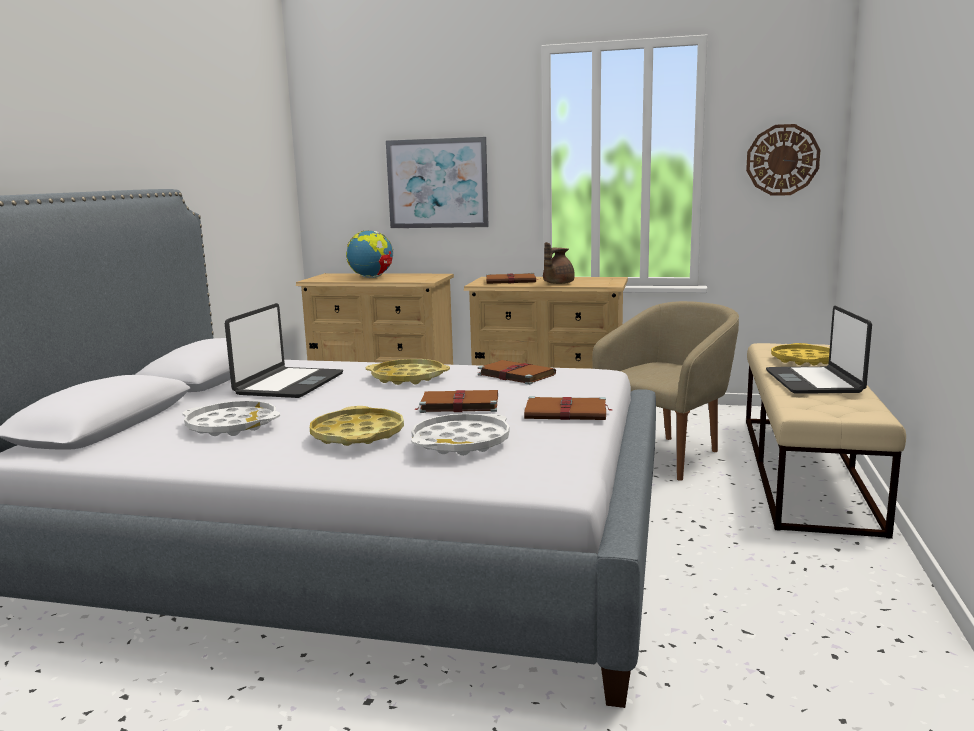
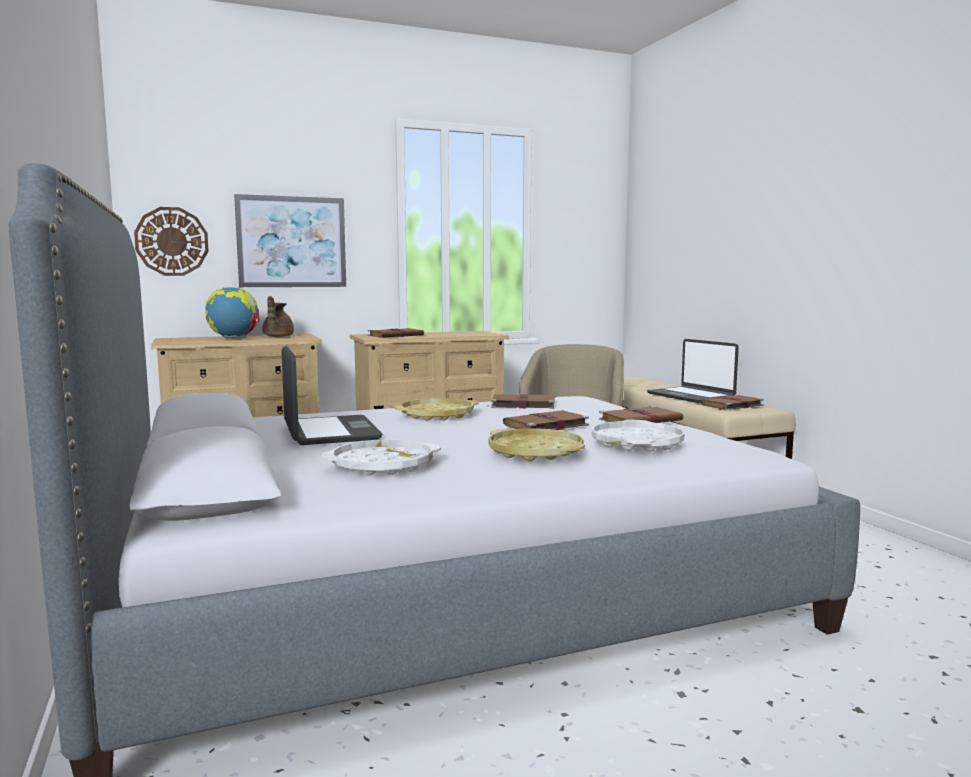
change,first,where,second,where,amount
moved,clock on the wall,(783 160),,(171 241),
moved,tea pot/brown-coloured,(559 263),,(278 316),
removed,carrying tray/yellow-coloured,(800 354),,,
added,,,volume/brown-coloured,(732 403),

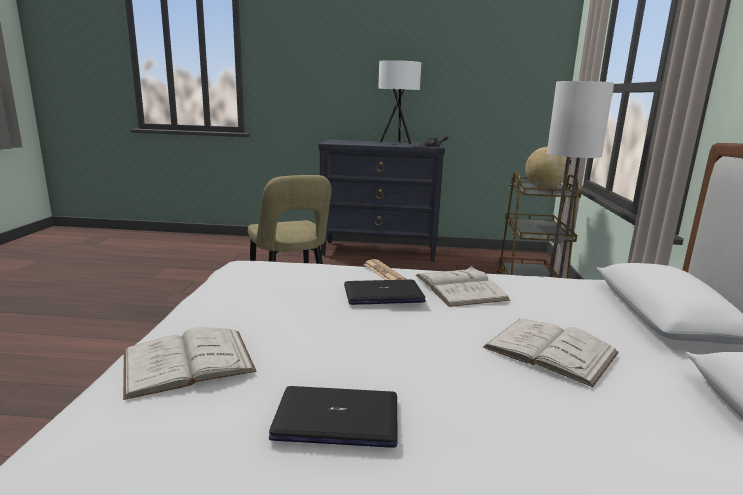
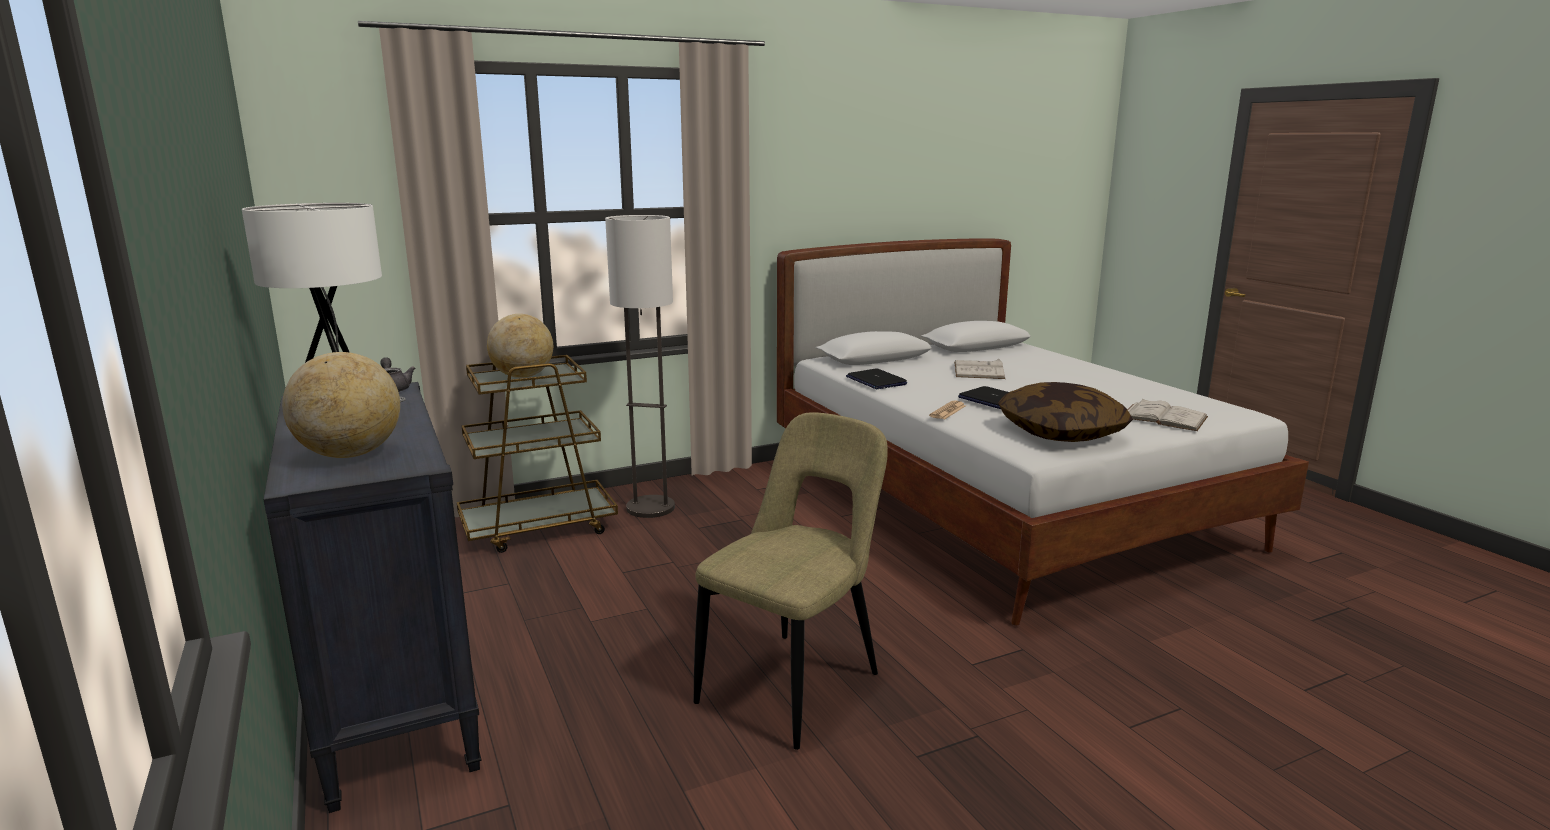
change,first,where,second,where,amount
removed,volume/white,(463 286),,,
moved,portable computer,(333 417),,(876 378),
added,,,globe,(341 405),
added,,,pillow,(1065 412),

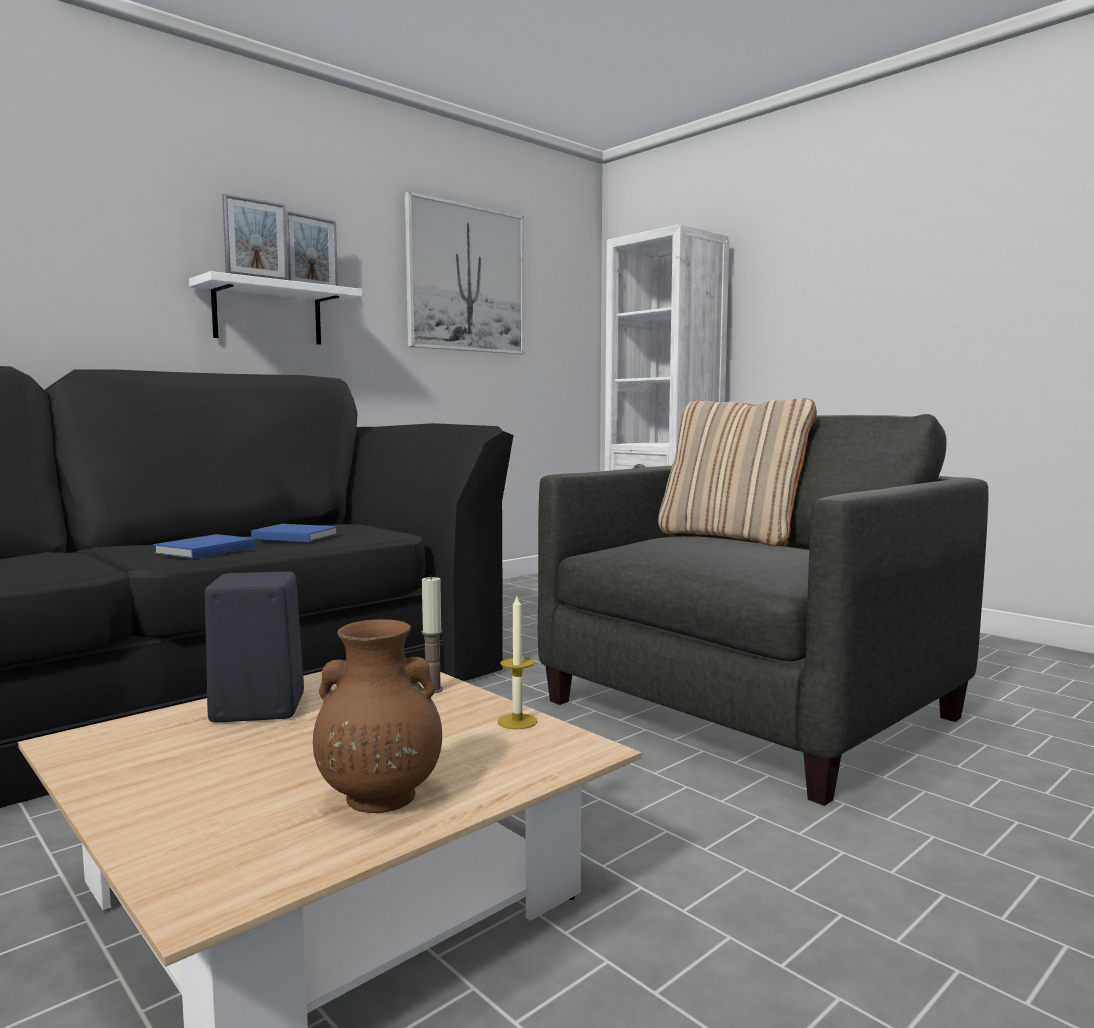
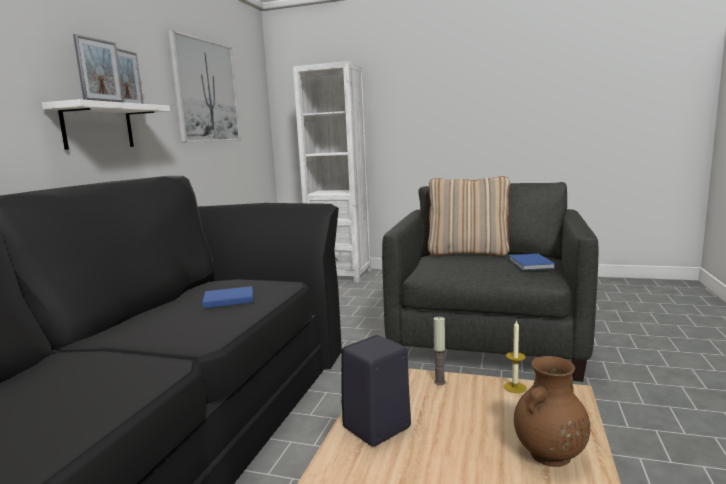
change,first,where,second,where,amount
moved,volume/blue-coloured,(204 546),,(532 262),

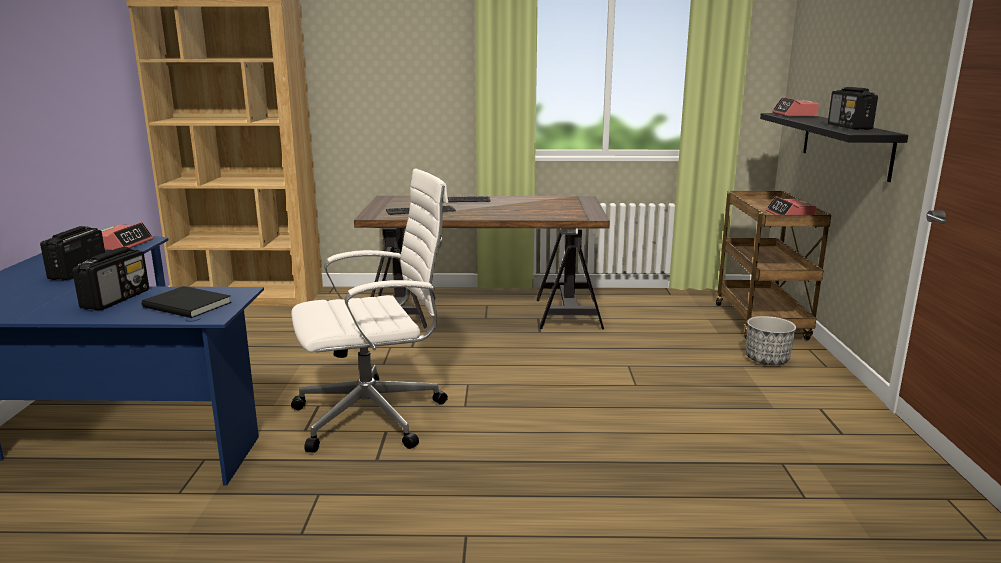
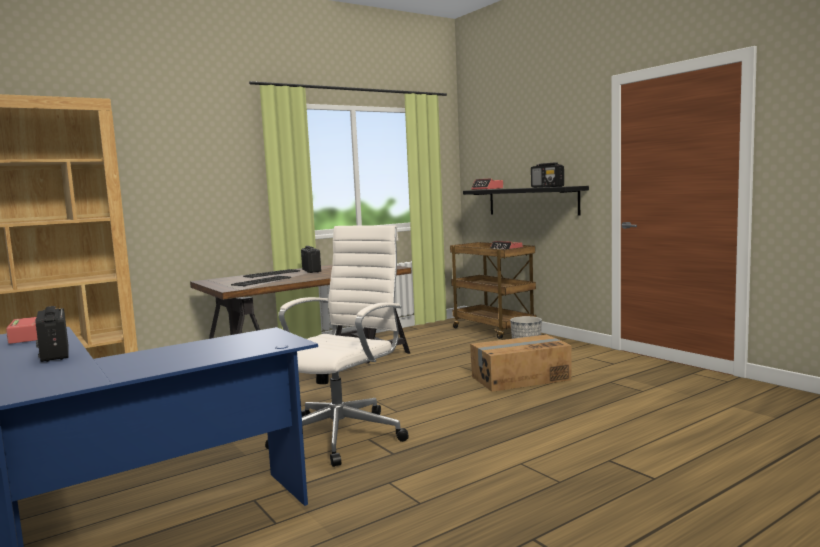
change,first,where,second,where,amount
moved,radio set,(110 279),,(311 259),
removed,volume/black-coloured,(187 302),,,
added,,,cardboard box,(521 363),

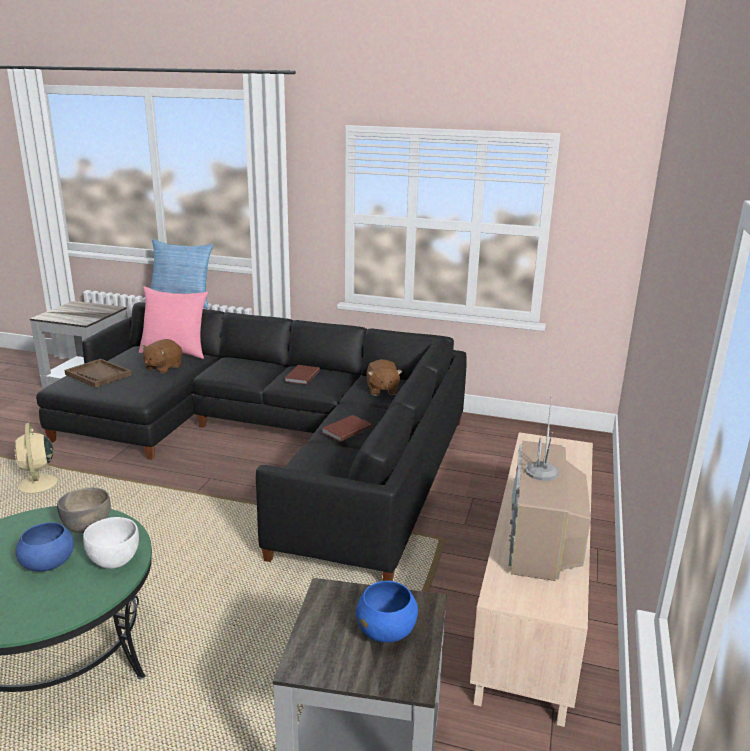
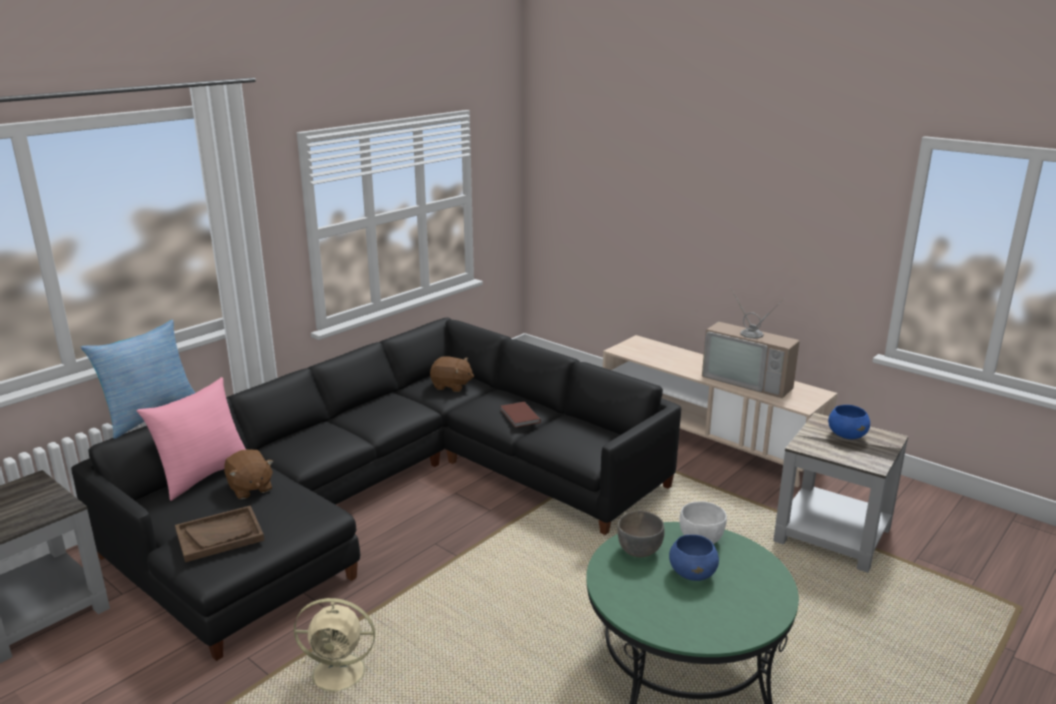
change,first,where,second,where,amount
removed,volume/brown-coloured,(302 375),,,

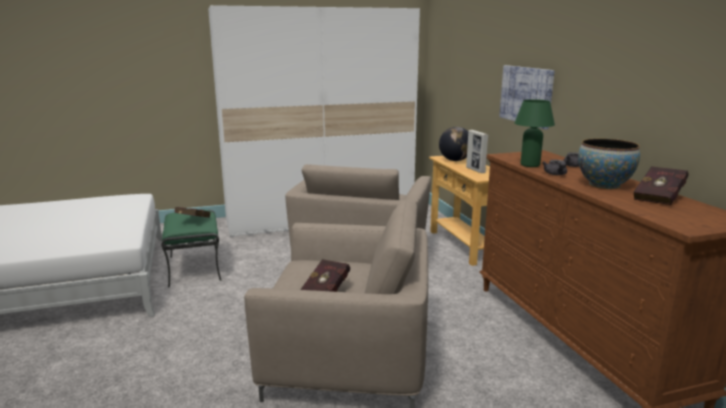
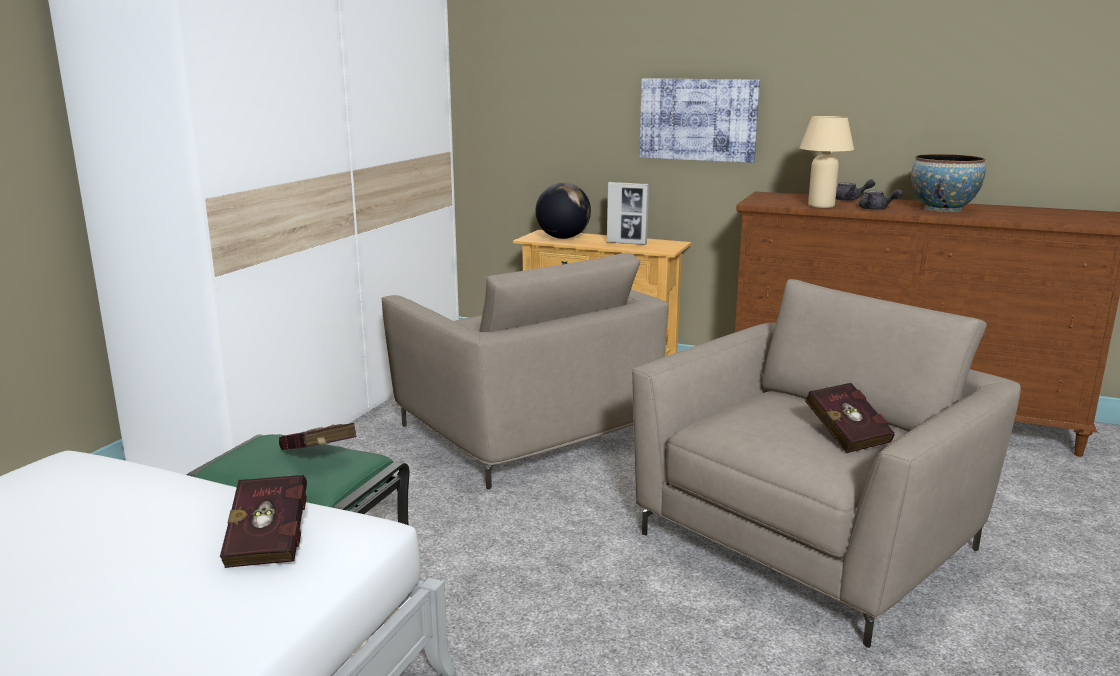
change,first,where,second,where,amount
recoloured,lamp for a table/green,(534 133),lamp for a table/beige,(827 162),
moved,volume/red-coloured,(661 185),,(263 521),

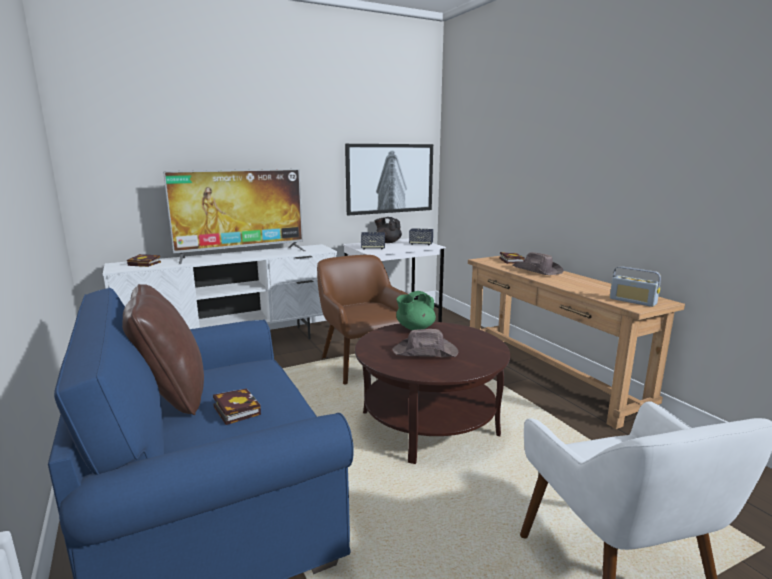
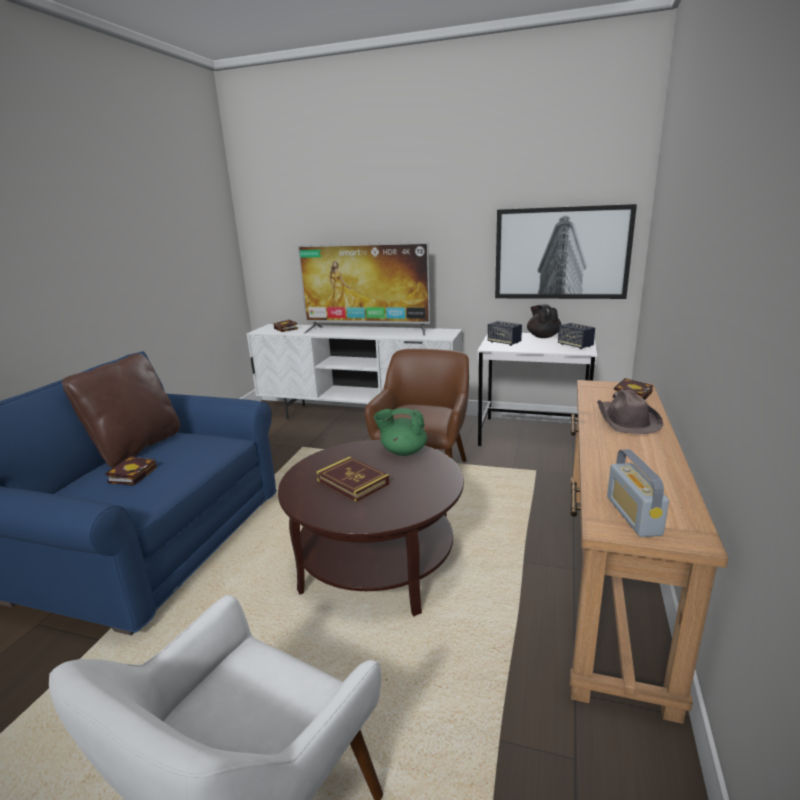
change,first,where,second,where,amount
replaced,clothing hat/brown-coloured,(425 343),volume,(353 479),

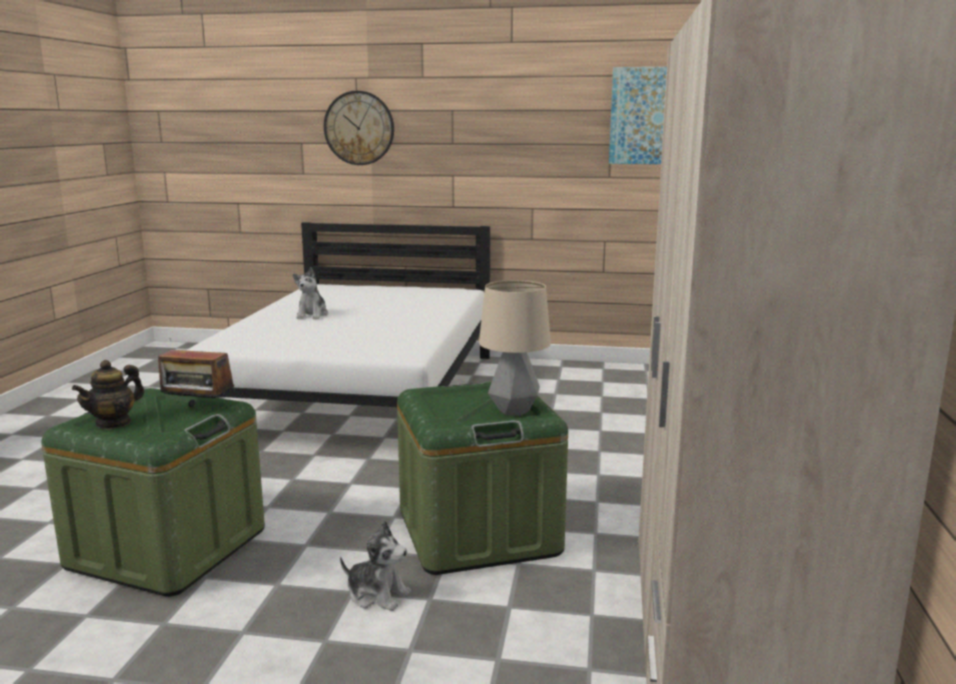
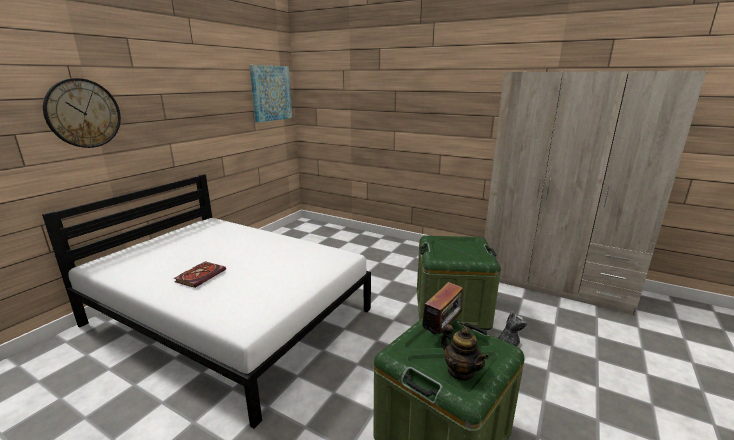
change,first,where,second,where,amount
replaced,soft toy,(310 293),volume,(200 274),
removed,lamp for a table,(515 348),,,

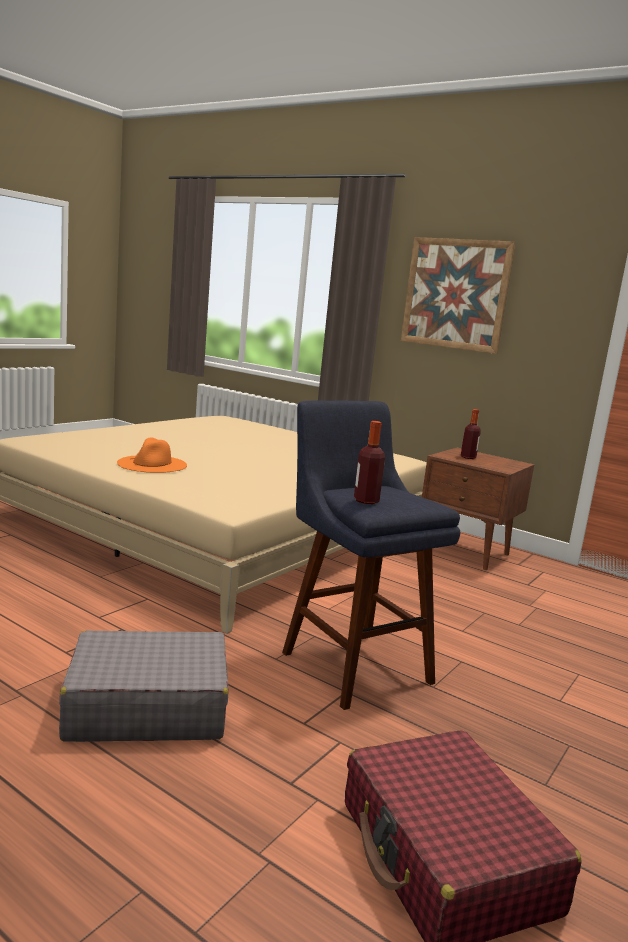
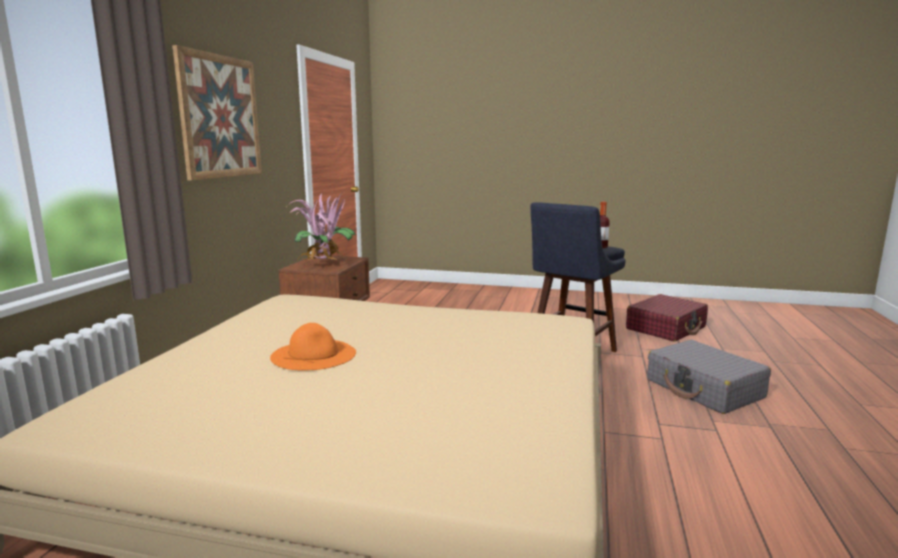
change,first,where,second,where,amount
replaced,bottle,(471 434),houseplant,(321 227),
moved,clothing hat/orange,(152 455),,(313 346),

